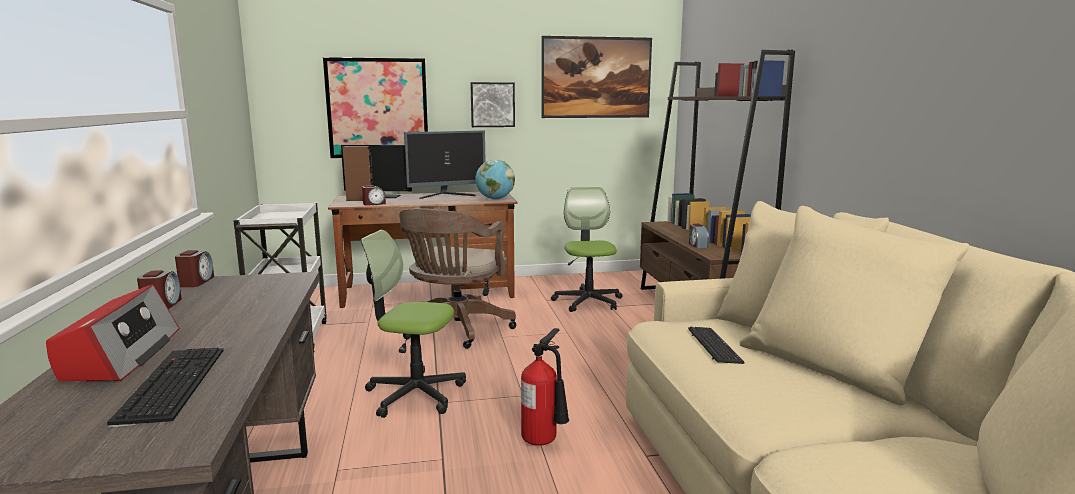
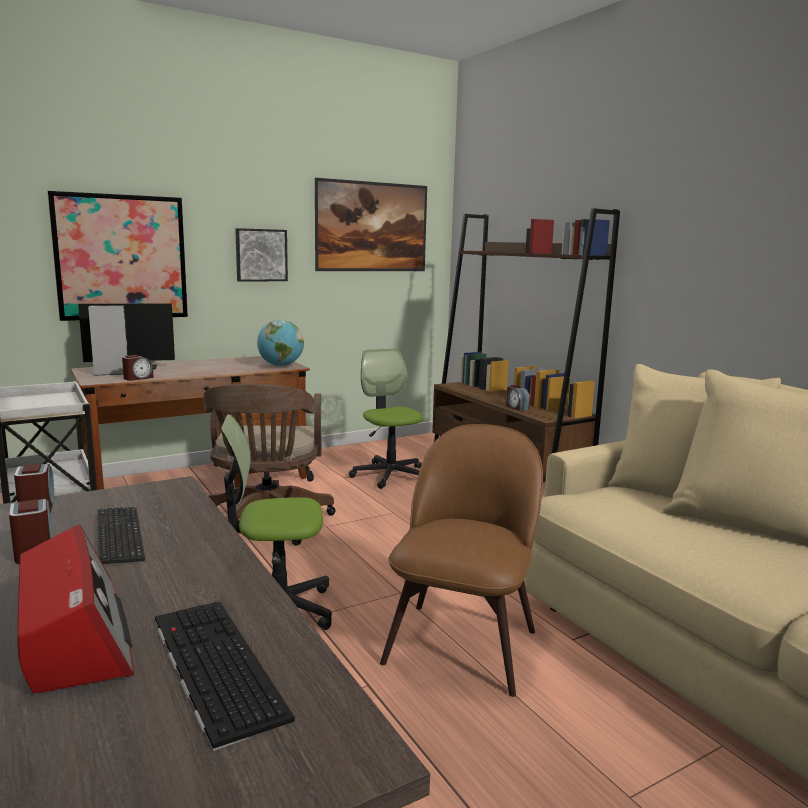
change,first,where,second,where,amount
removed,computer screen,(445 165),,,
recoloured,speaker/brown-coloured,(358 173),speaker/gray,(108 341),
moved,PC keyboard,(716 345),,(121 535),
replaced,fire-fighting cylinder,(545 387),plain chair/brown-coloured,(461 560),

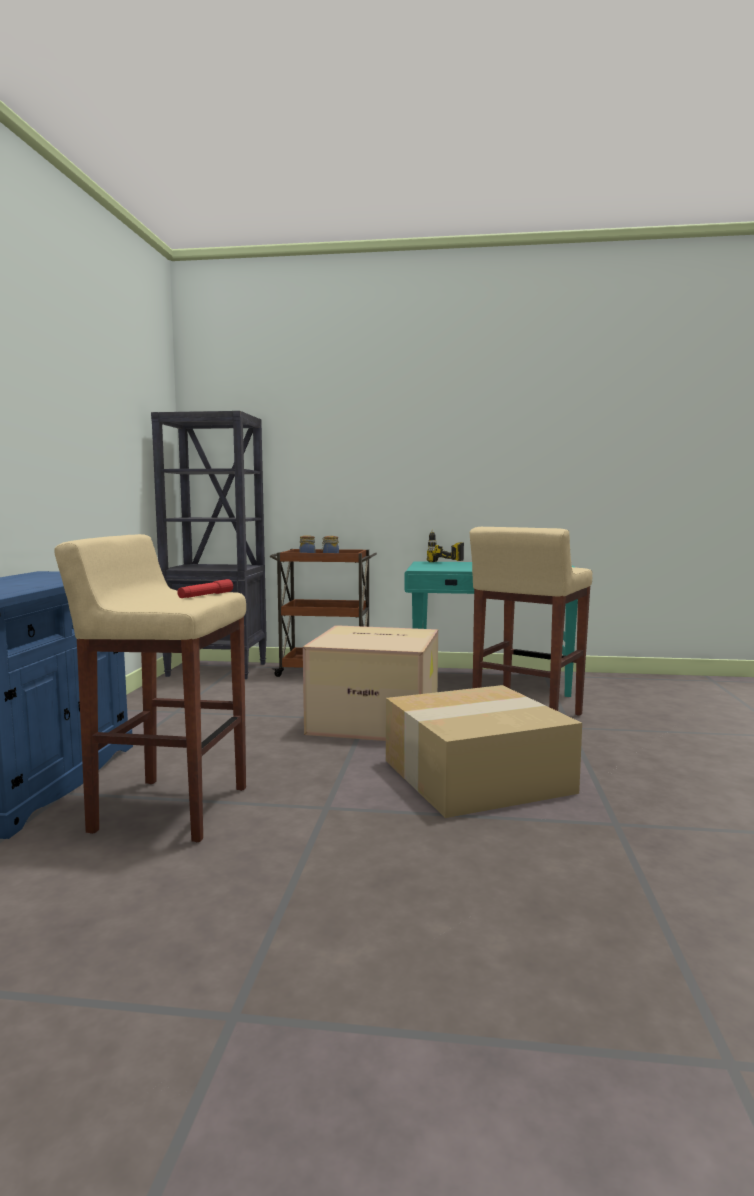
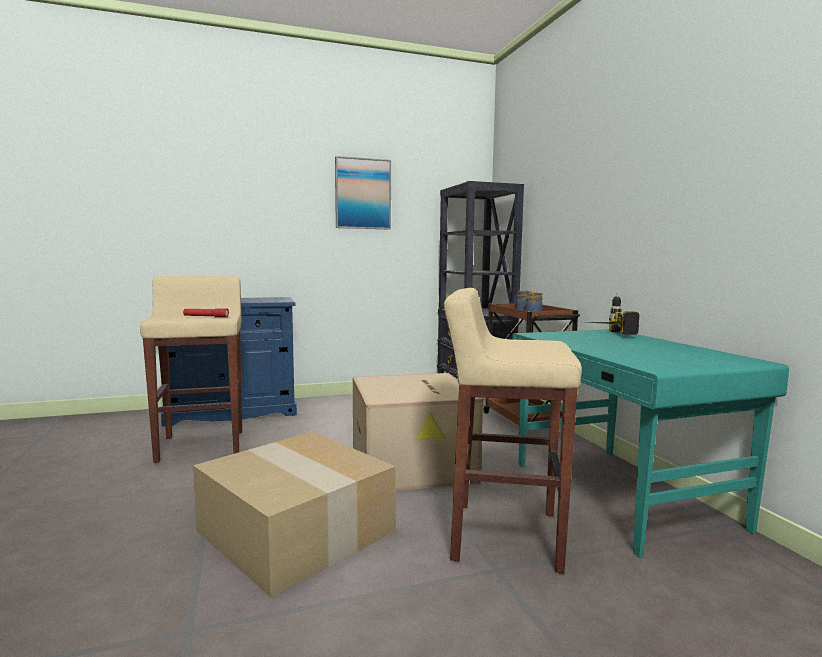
change,first,where,second,where,amount
added,,,picture,(363 193),

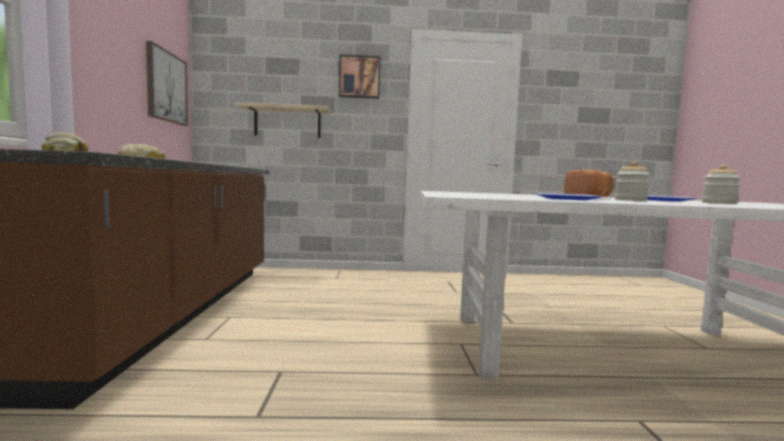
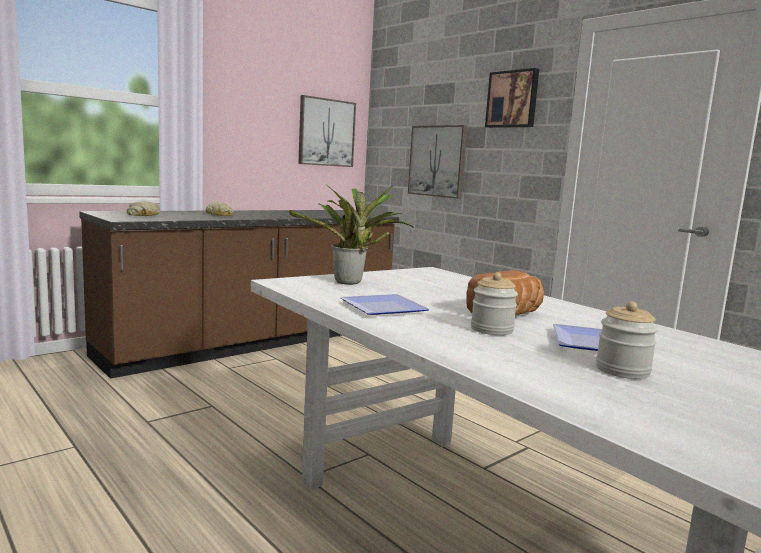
change,first,where,second,where,amount
replaced,wall shelf/beige,(283 120),picture,(437 162),
added,,,houseplant,(351 234),

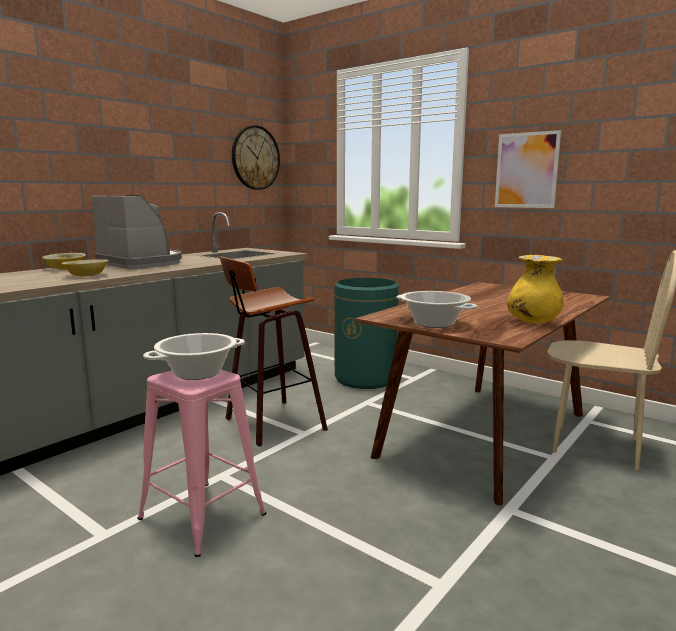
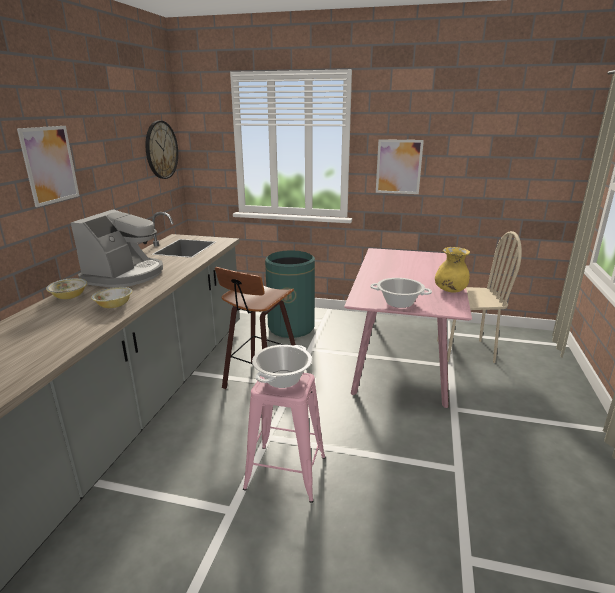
change,first,where,second,where,amount
turned,coffee maker,(136 232),,(117 248),90 degrees clockwise
recoloured,dinner table/brown-coloured,(482 393),dinner table/pinkish,(408 328),
added,,,picture,(48 166),

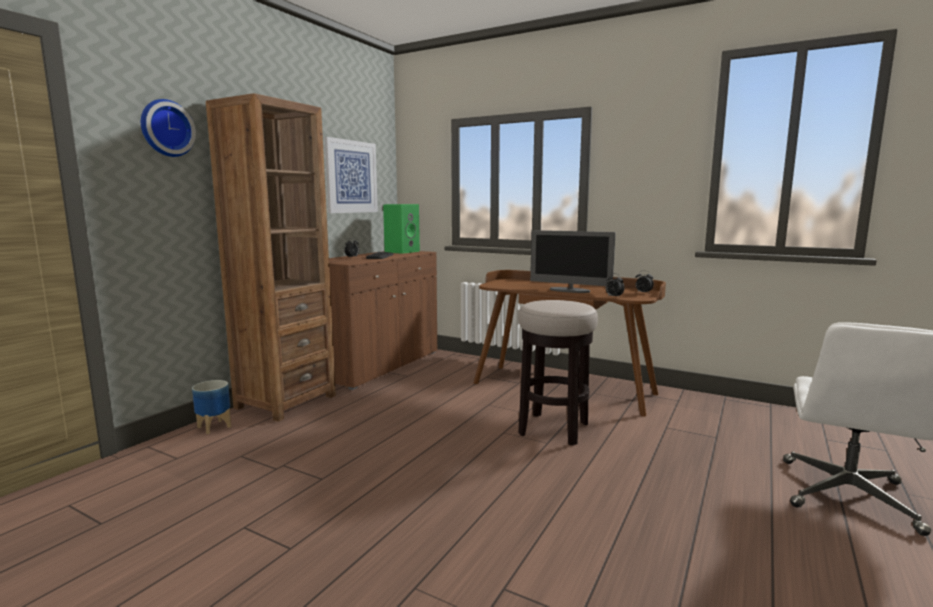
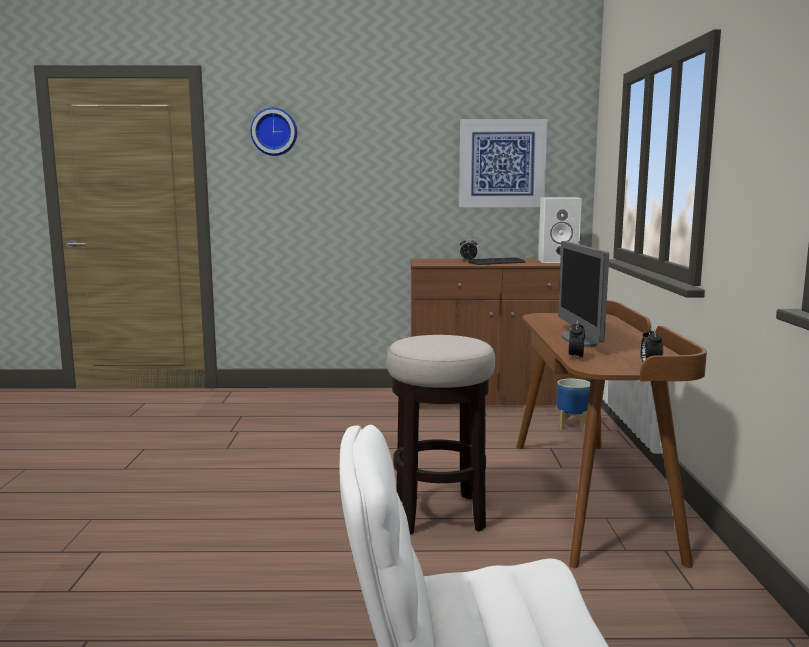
change,first,where,second,where,amount
removed,bookcase/brown-coloured,(271 257),,,
recoloured,speaker/green,(401 229),speaker/white,(560 230),
moved,planter,(211 407),,(573 405),

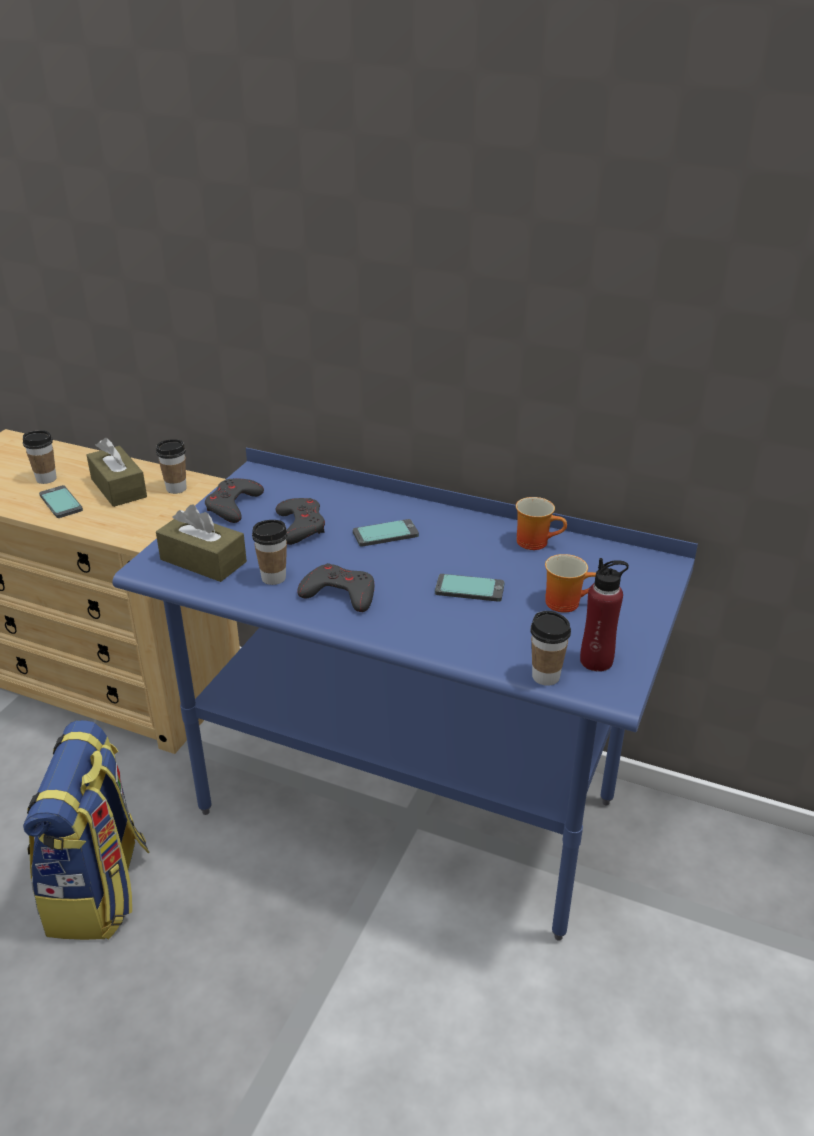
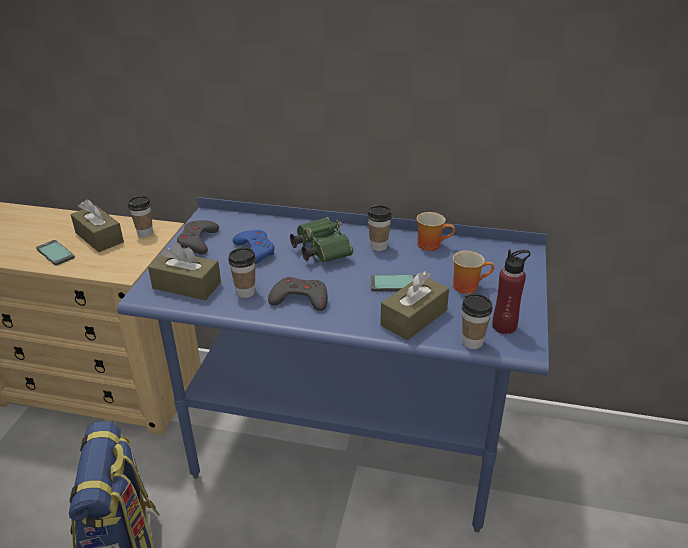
change,first,where,second,where,amount
moved,drinking cup,(40 457),,(379 228),
recoloured,joypad/gray,(300 521),joypad/blue-coloured,(253 247),
replaced,telephone,(386 533),binoculars/green,(321 240),
added,,,box of tissues/brown-coloured,(414 305),

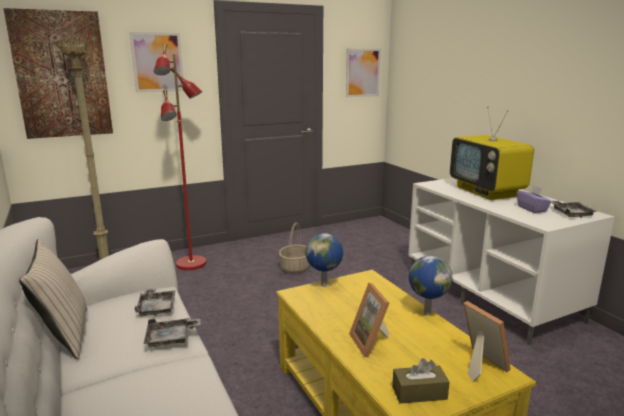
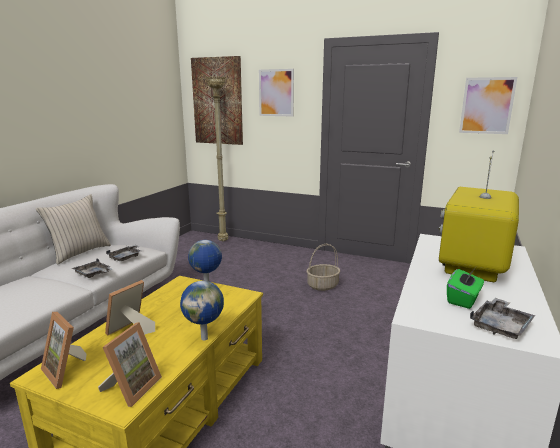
change,first,where,second,where,amount
removed,standard lamp/red-coloured,(180 157),,,
recoloured,box of tissues/purplish,(534 199),box of tissues/green,(465 289),
replaced,box of tissues/brown-coloured,(420 381),picture frame,(64 350),

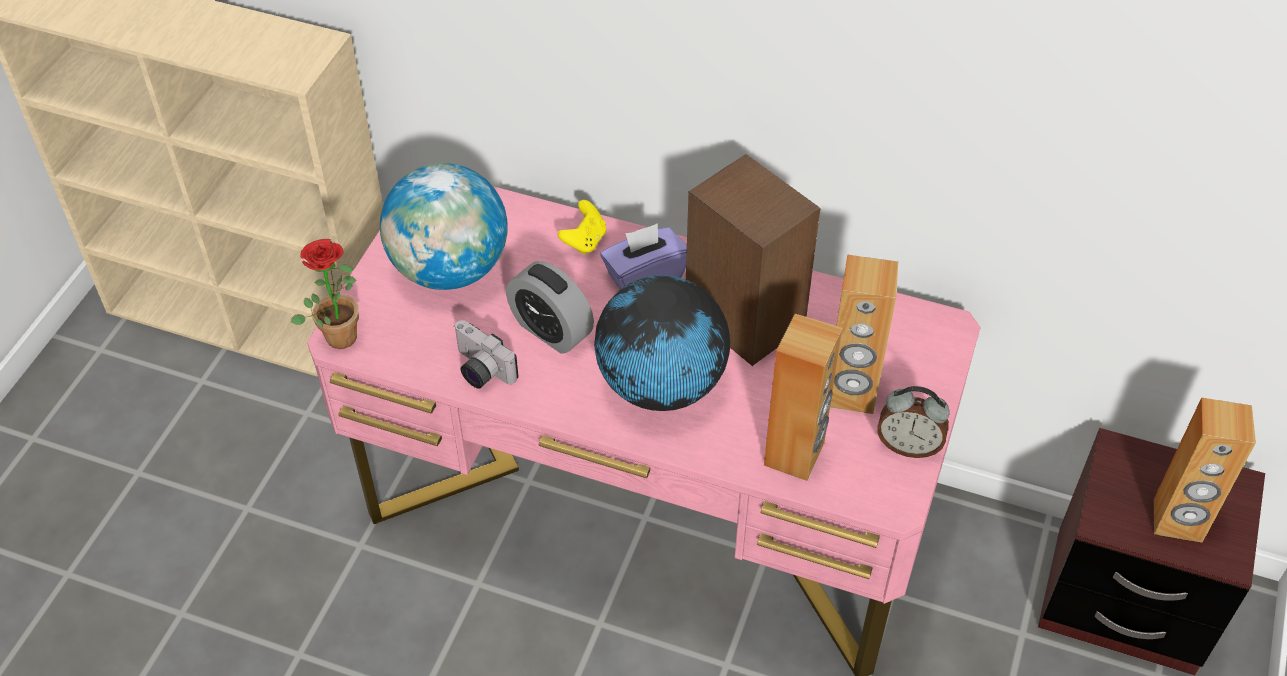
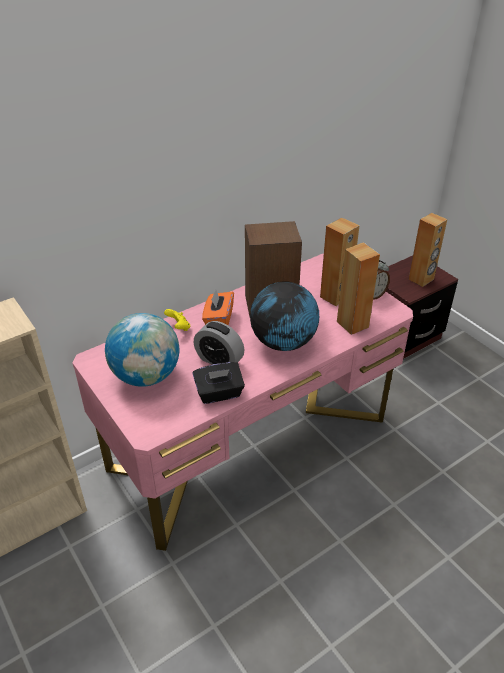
change,first,where,second,where,amount
recoloured,box of tissues/purplish,(643 256),box of tissues/orange,(218 307),
removed,houseplant,(325 294),,,
turned,table clock,(550 307),,(219 343),45 degrees clockwise
replaced,photo camera,(486 354),box of tissues/black-coloured,(219 383),

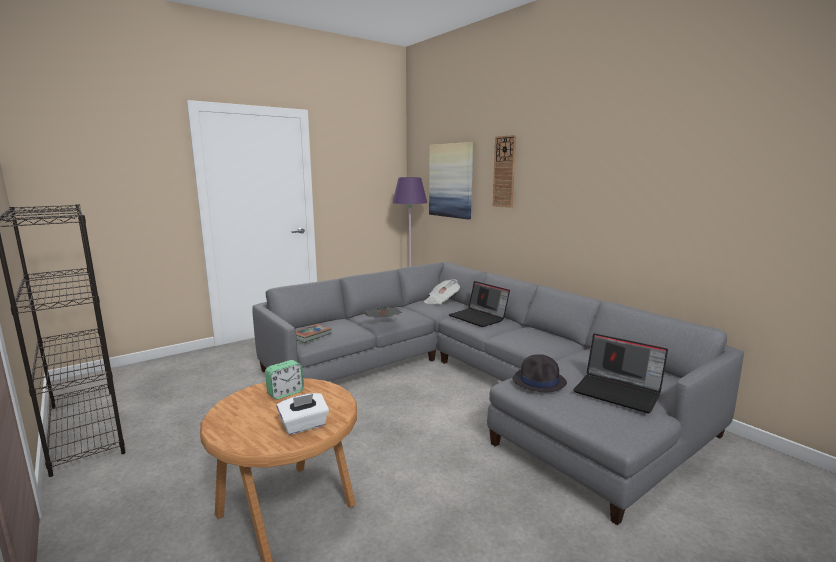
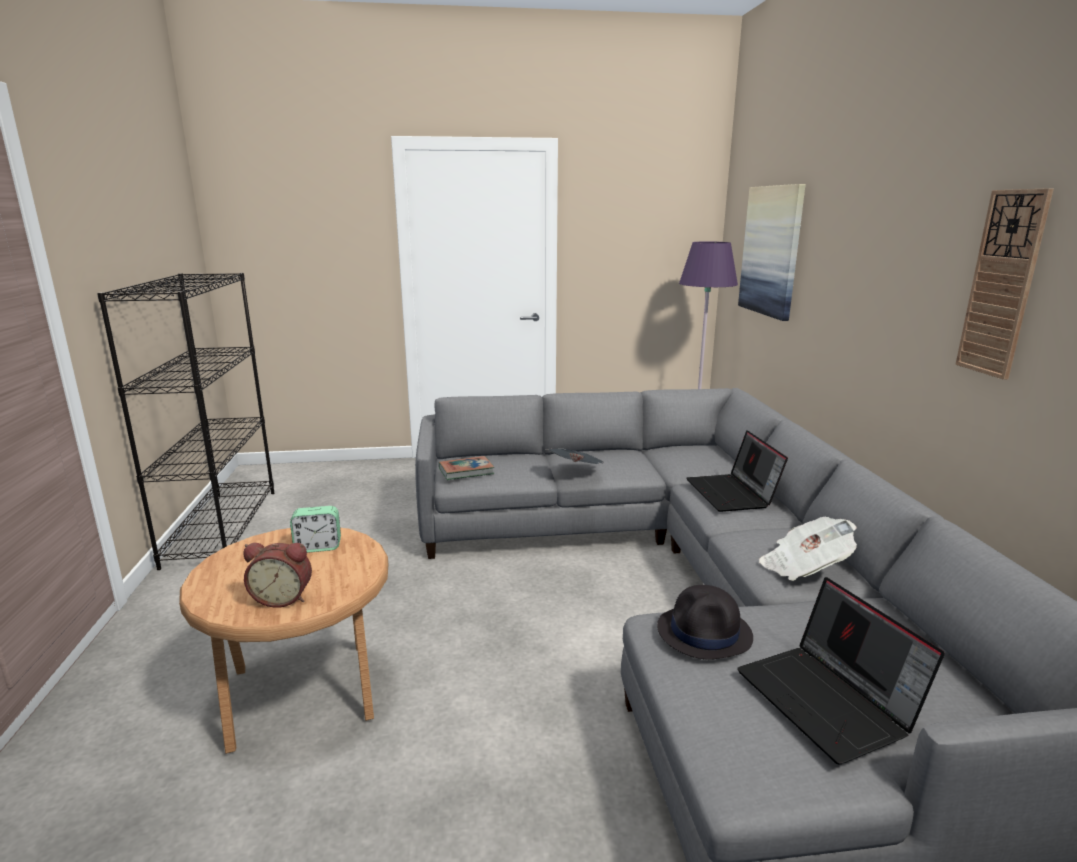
change,first,where,second,where,amount
moved,clock on the wall,(504 171),,(1004 284),
moved,newspaper,(442 291),,(808 548),
replaced,box of tissues/white,(303 414),table clock,(278 575),

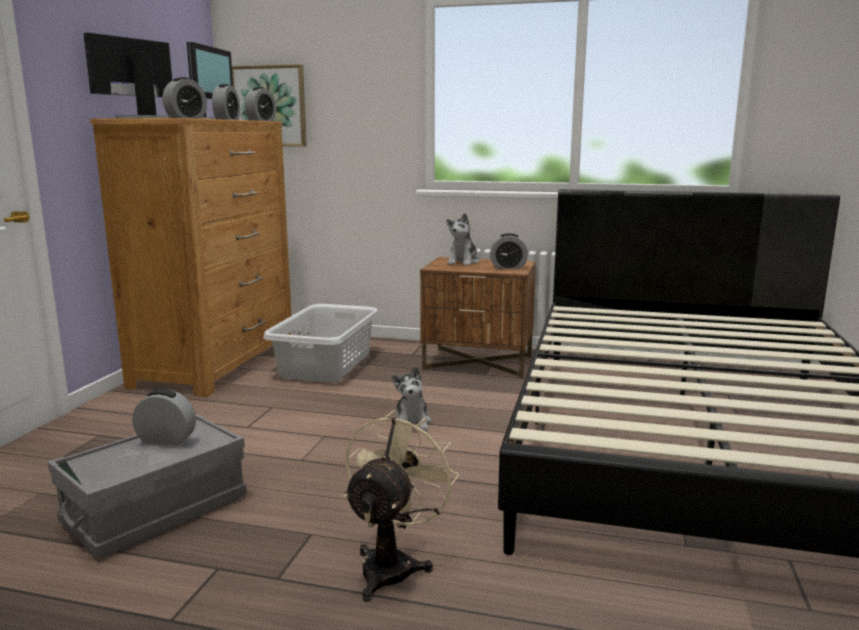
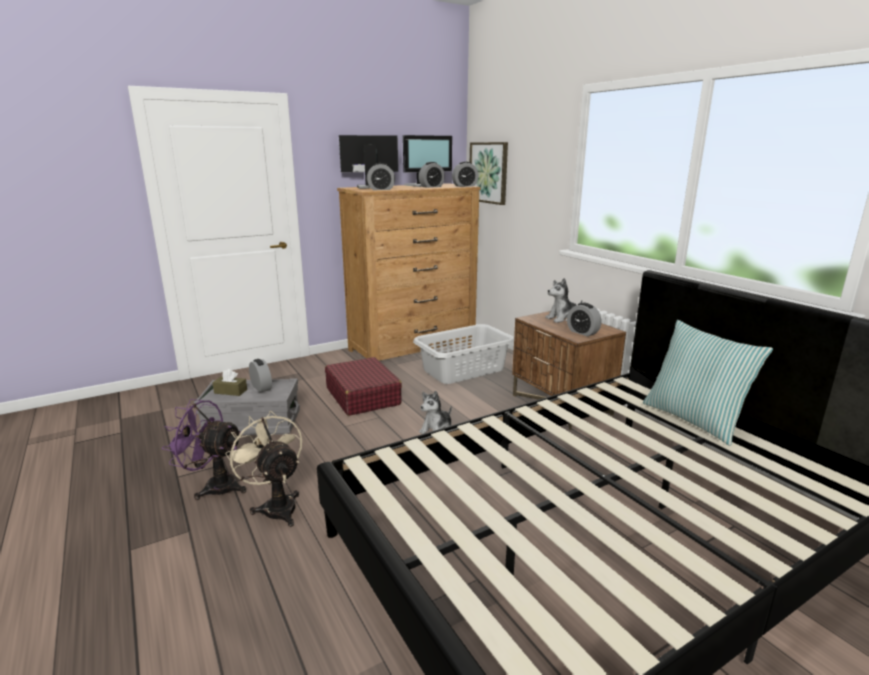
change,first,where,second,where,amount
turned,electric fan/beige,(401 506),,(263 469),105 degrees counterclockwise
added,,,pillow,(708 383),
added,,,suitcase/red-coloured,(363 386),
added,,,box of tissues/brown-coloured,(229 382),
added,,,electric fan/purplish,(204 449),

